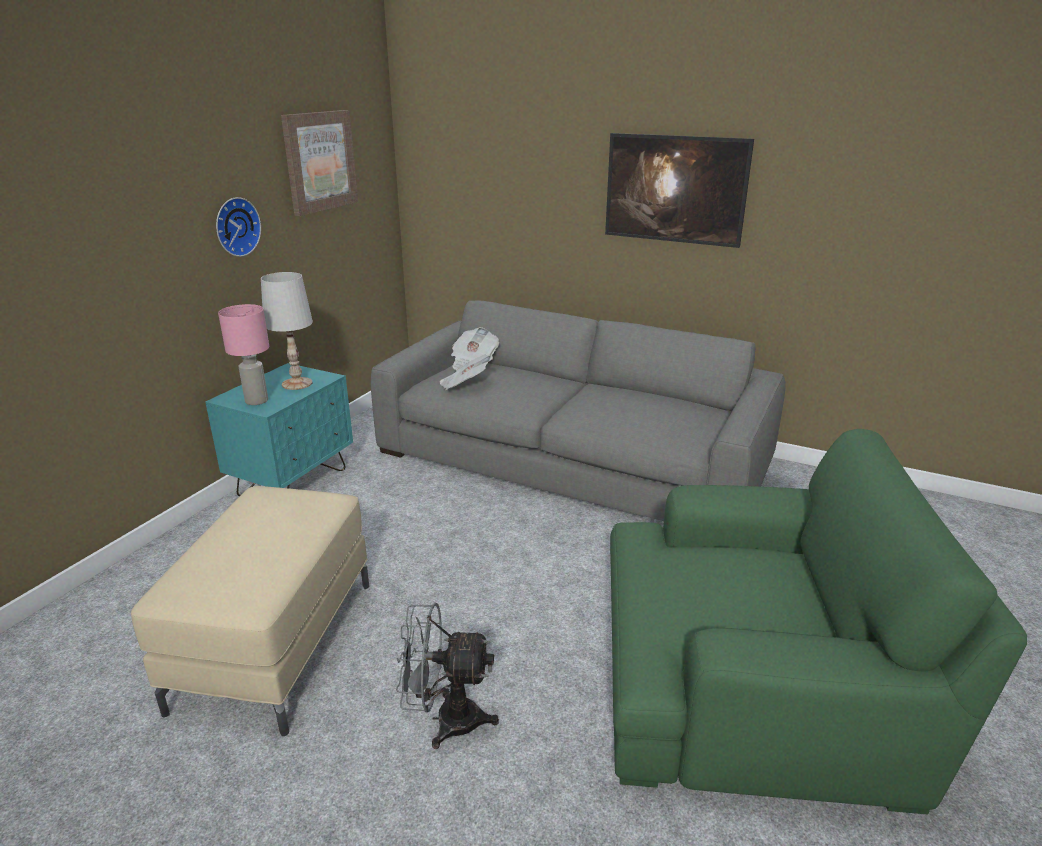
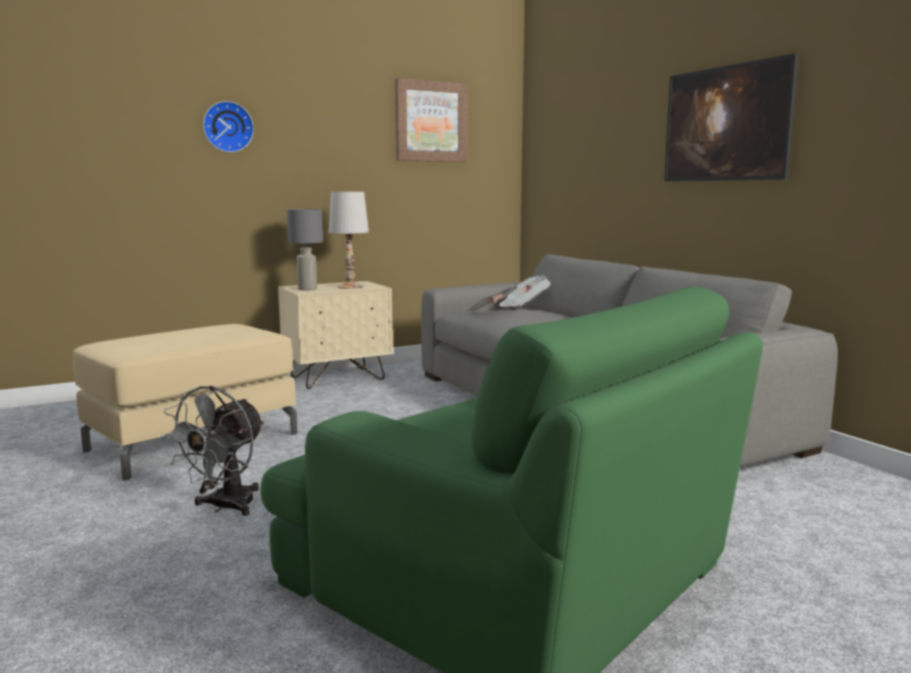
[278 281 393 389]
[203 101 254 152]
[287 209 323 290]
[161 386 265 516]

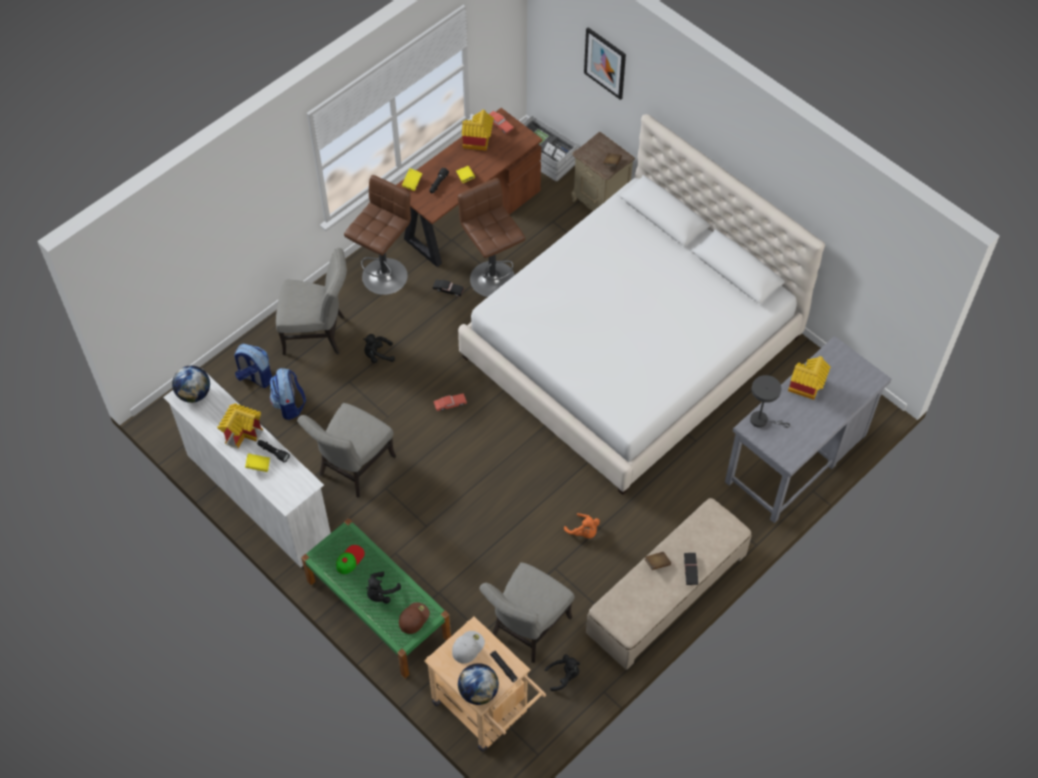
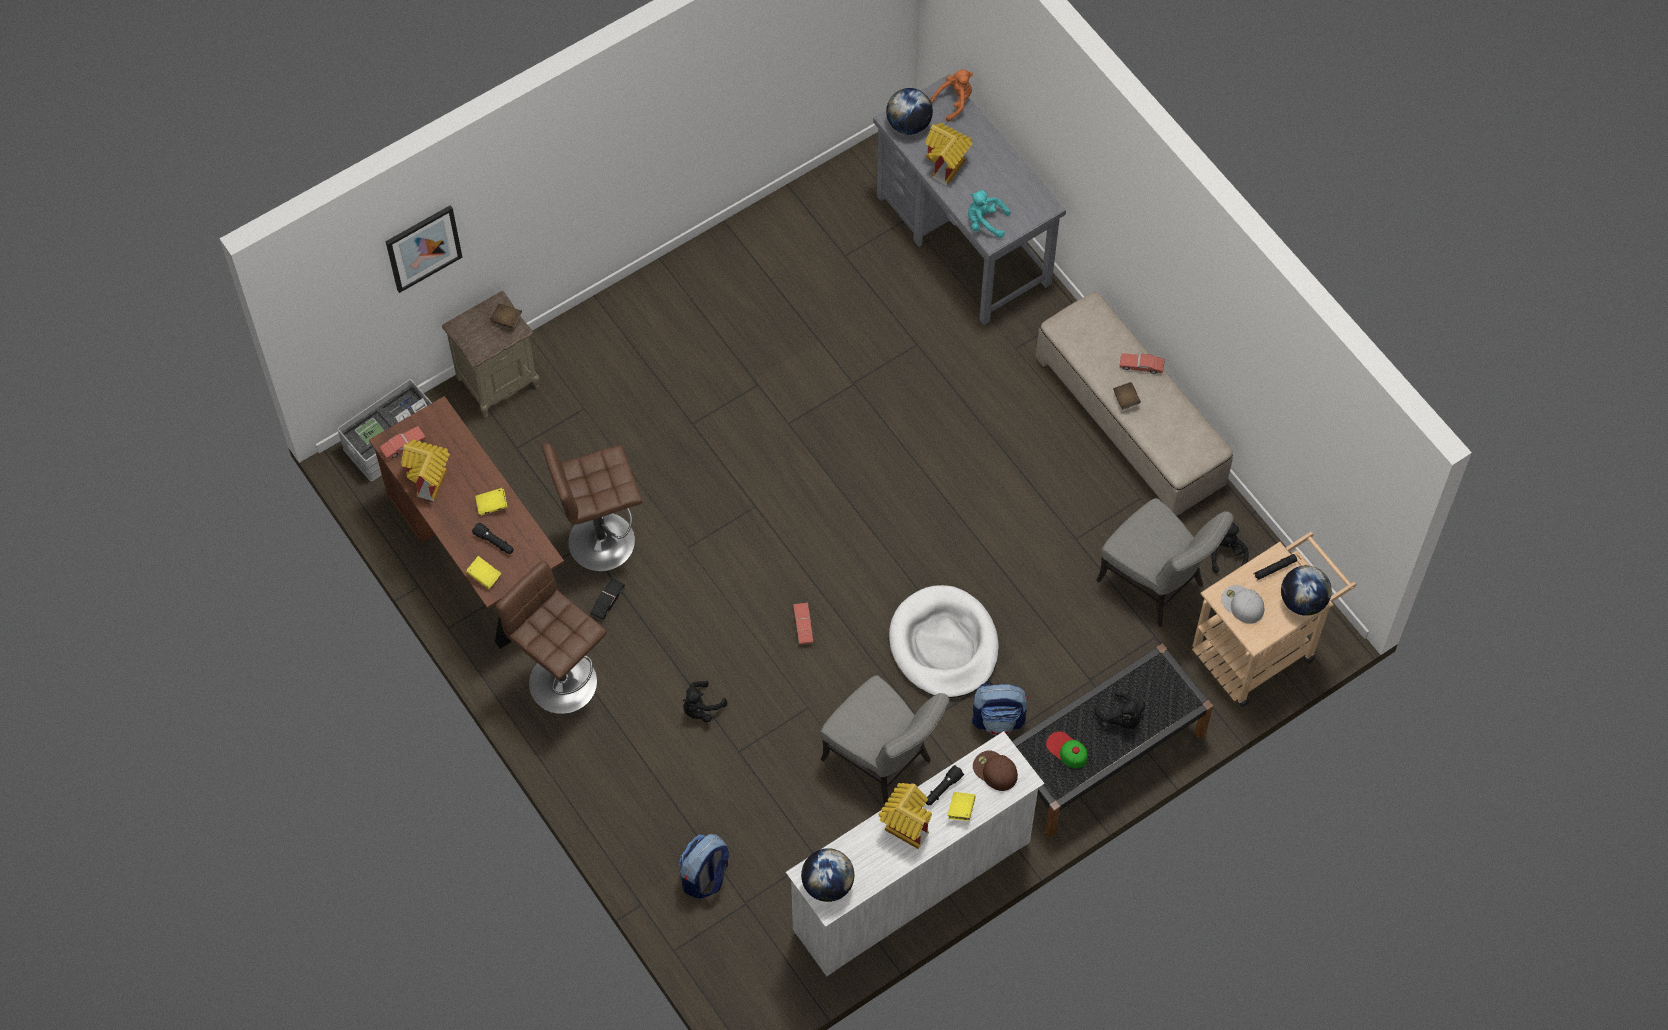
[972 683 1029 735]
[276 248 347 355] (first image)
[1012 643 1213 838]
[683 681 727 723]
[973 750 1018 791]
[458 114 825 495] (first image)
[930 69 973 122]
[1119 353 1165 374]
[968 190 1011 238]
[886 88 933 135]
[889 585 999 698]

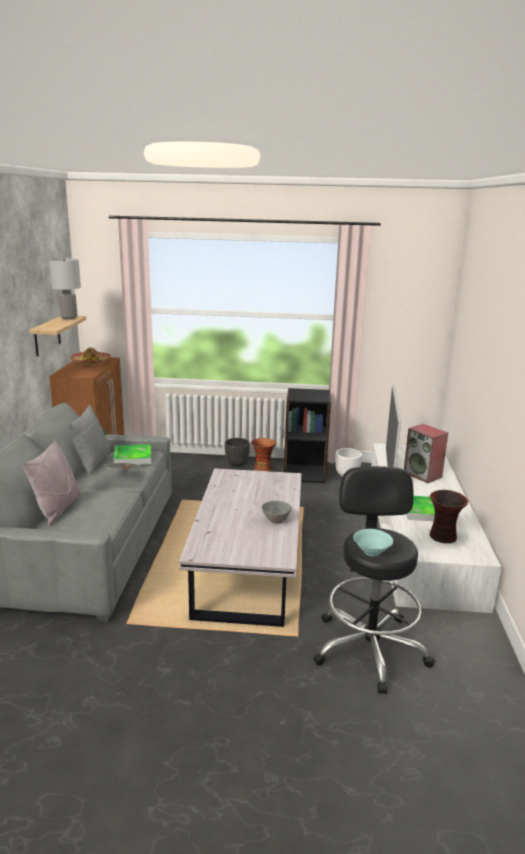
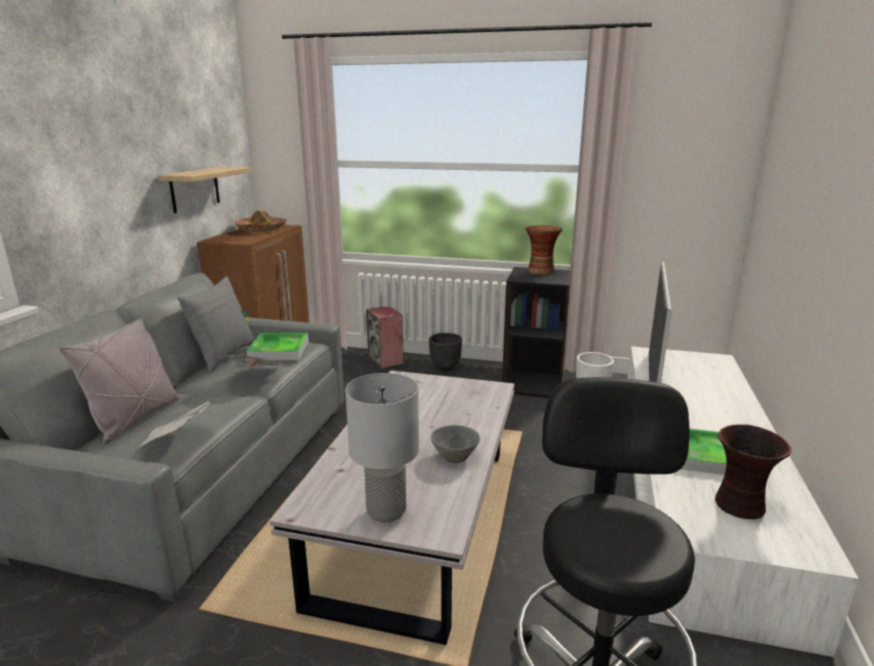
[345 373 419 522]
[525 225 563 275]
[353 529 393 556] (first image)
[366 306 404 369]
[135 401 209 449]

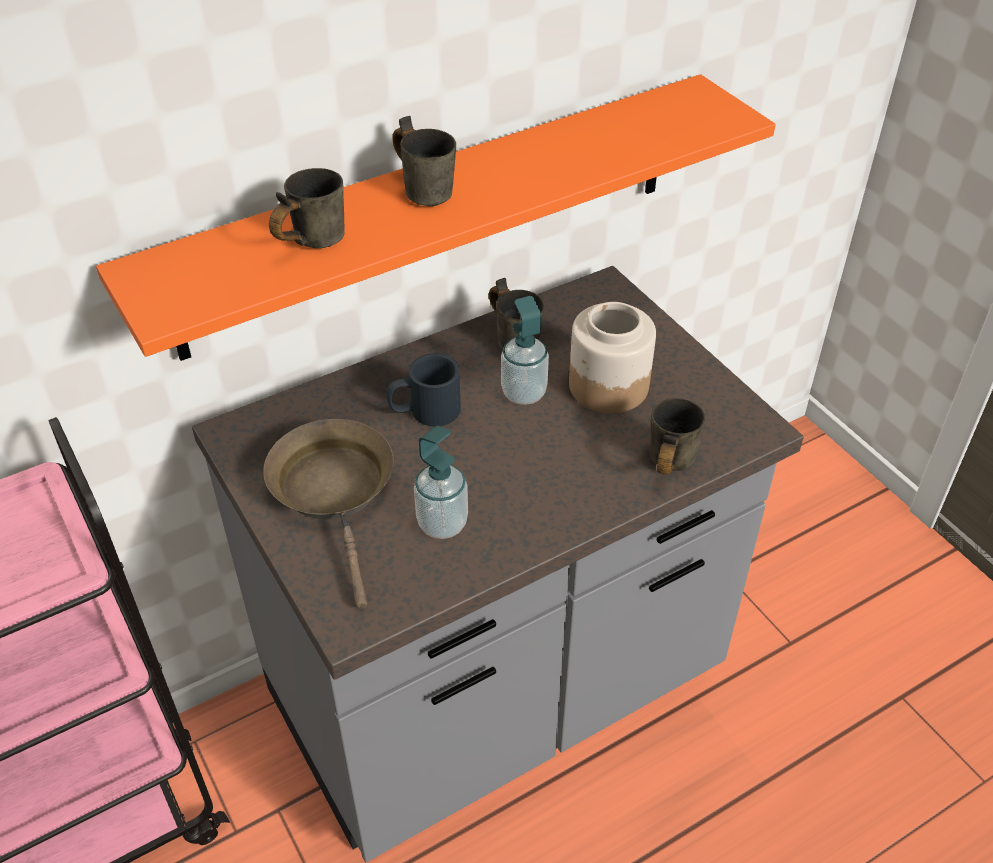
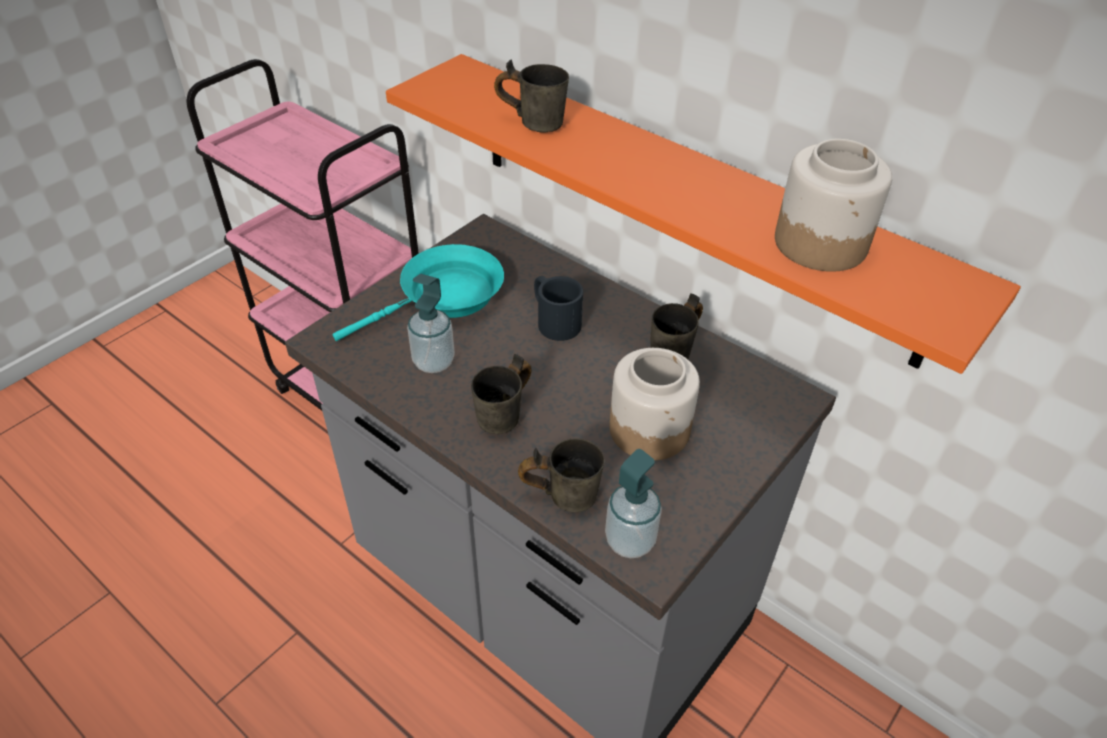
[332 244 504 341]
[471 354 531 434]
[605 449 662 558]
[775 139 892 272]

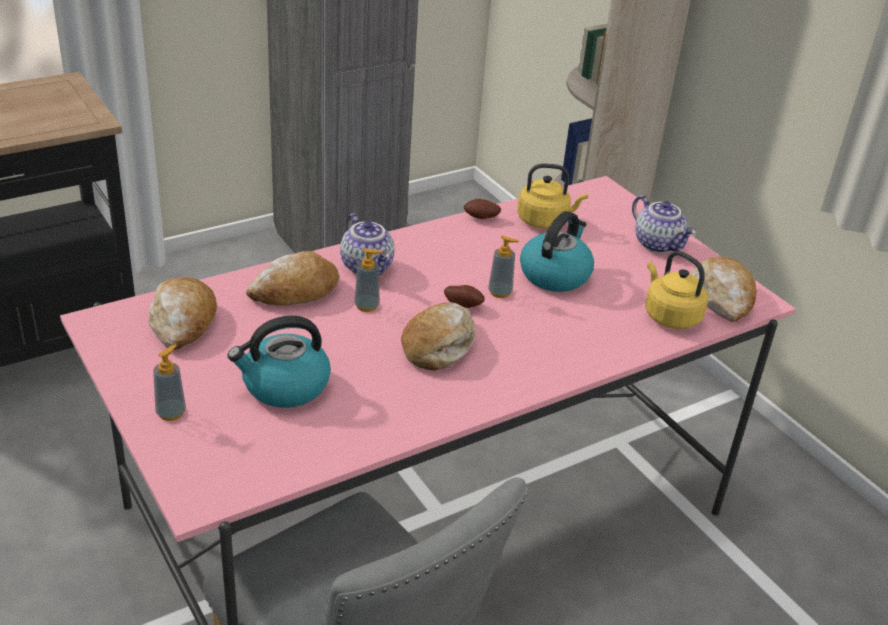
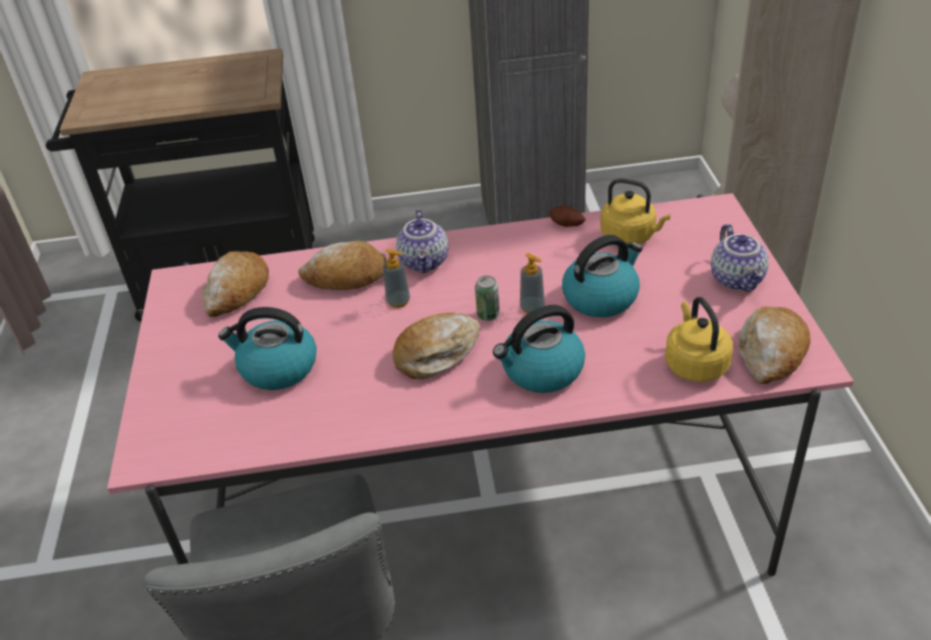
[153 345 186 421] (first image)
[475 276 500 321]
[493 305 585 393]

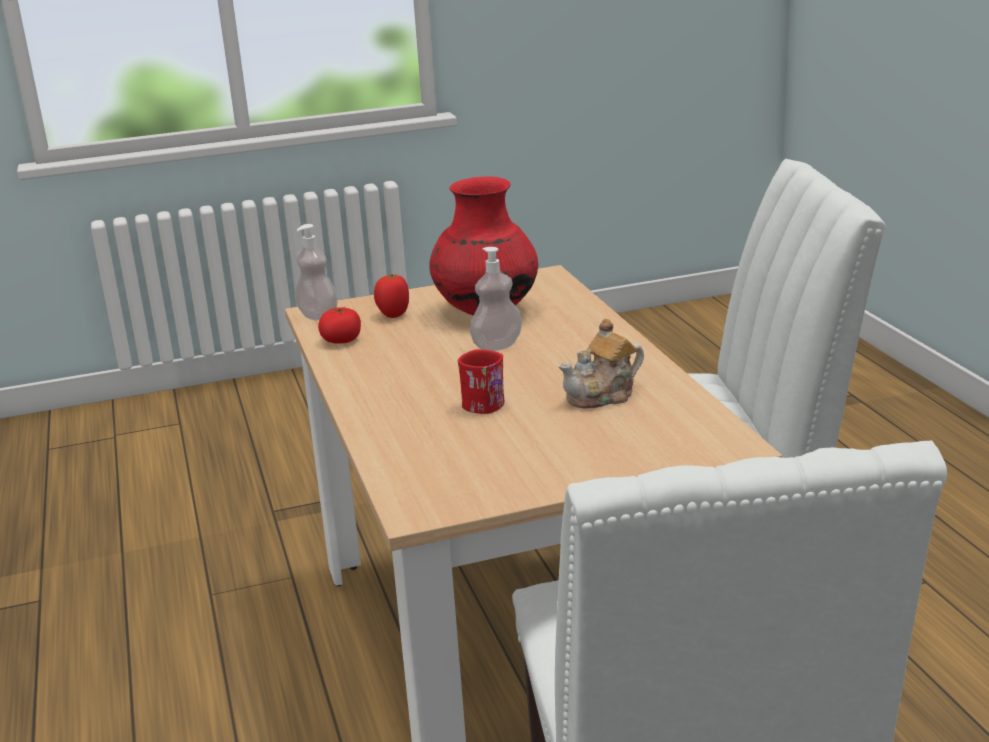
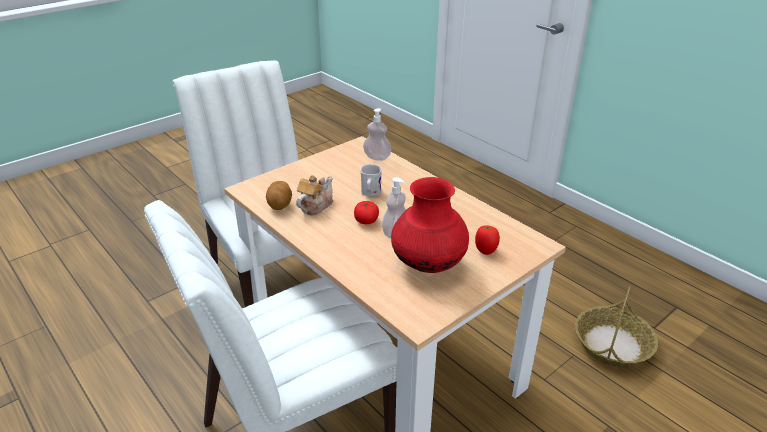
[363 108 392 161]
[354 201 379 224]
[360 164 382 196]
[266 181 292 210]
[575 286 658 367]

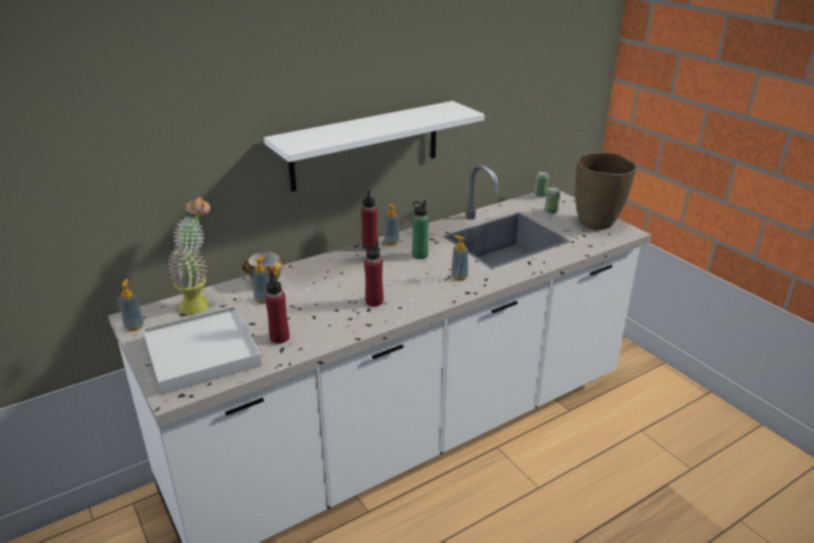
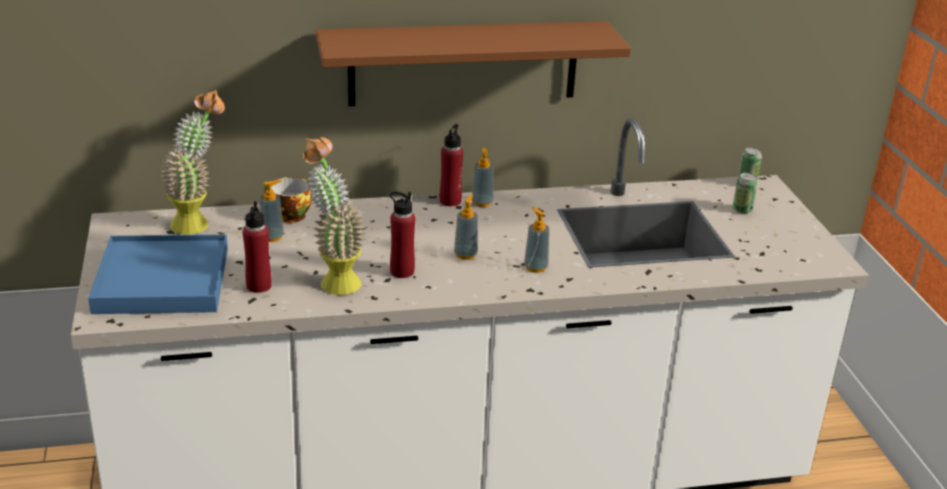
[454 194 478 260]
[88 235 228 314]
[316 21 631 106]
[412 200 429 259] (first image)
[575 152 637 229] (first image)
[303 137 366 295]

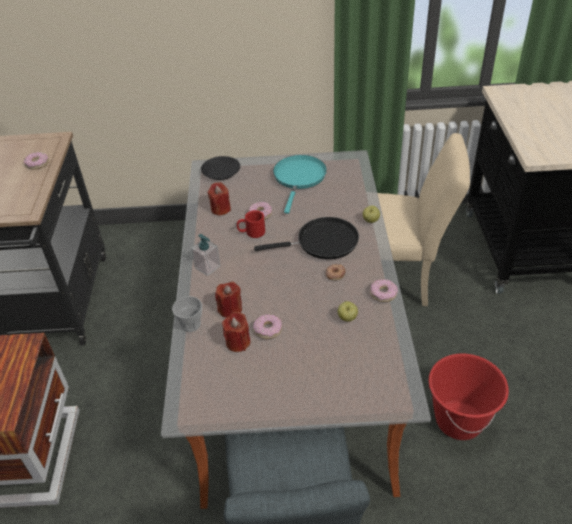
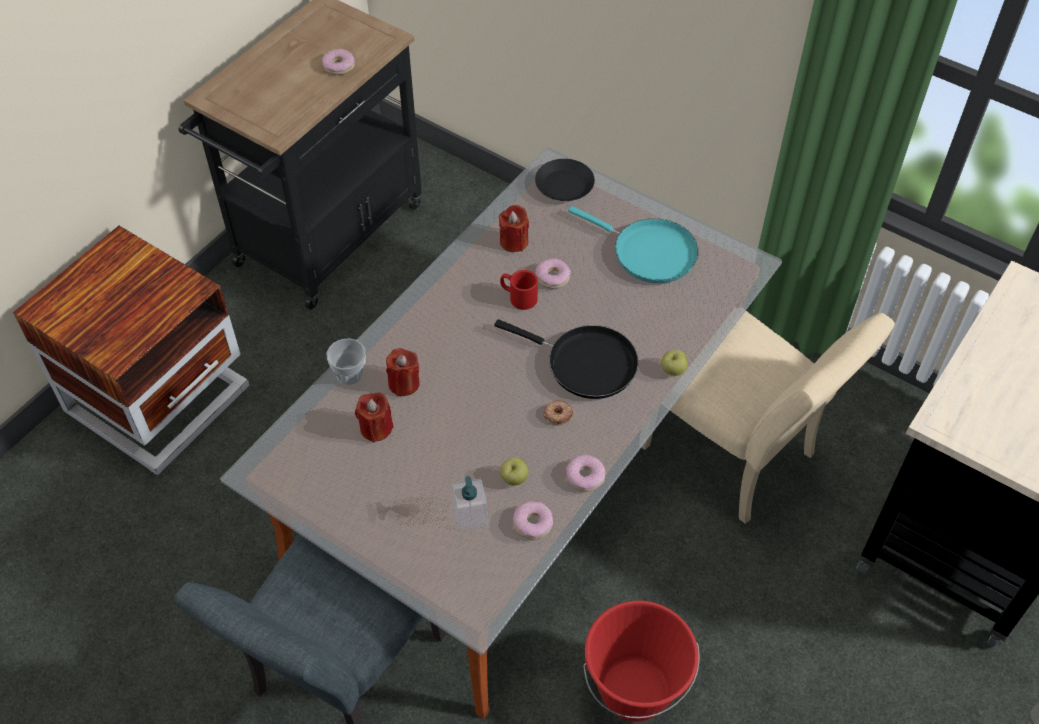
[452 476 488 530]
[513 501 553 539]
[568 206 699 283]

